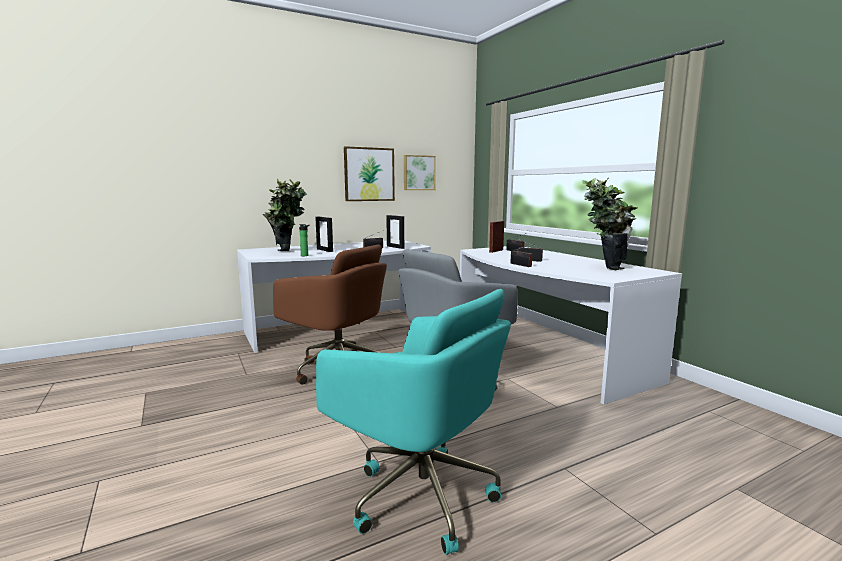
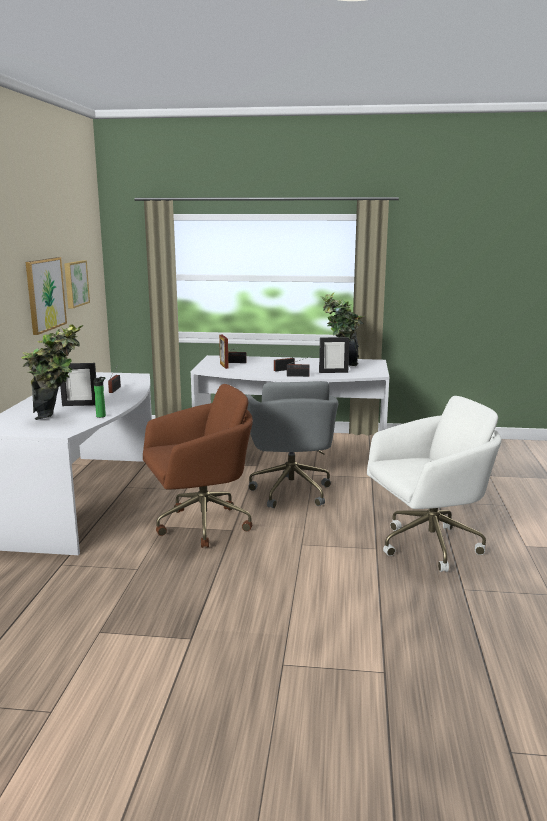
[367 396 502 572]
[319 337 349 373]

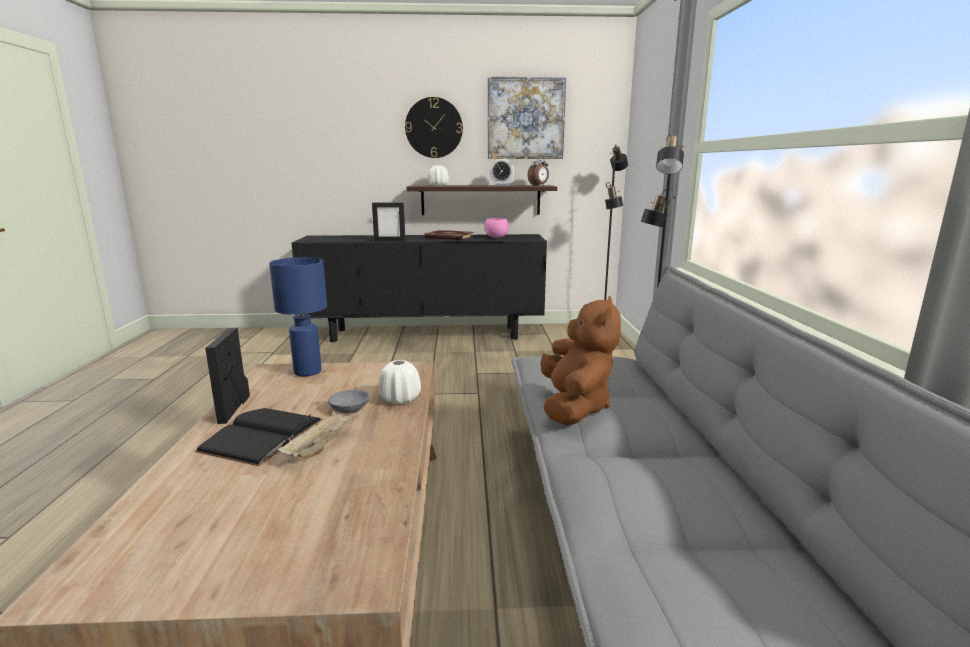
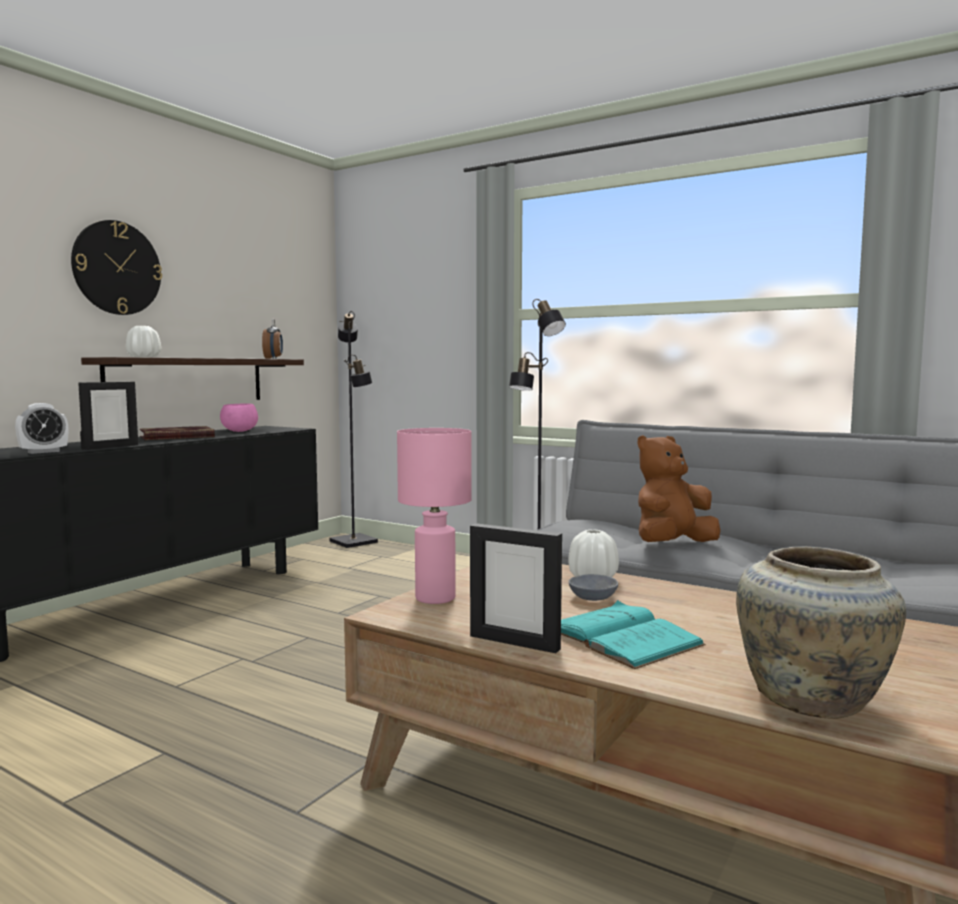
[561 600 706 669]
[397 428 472 604]
[278 412 358 458] (first image)
[488 77 566 159] (first image)
[15 403 68 454]
[638 435 721 542]
[736 546 906 719]

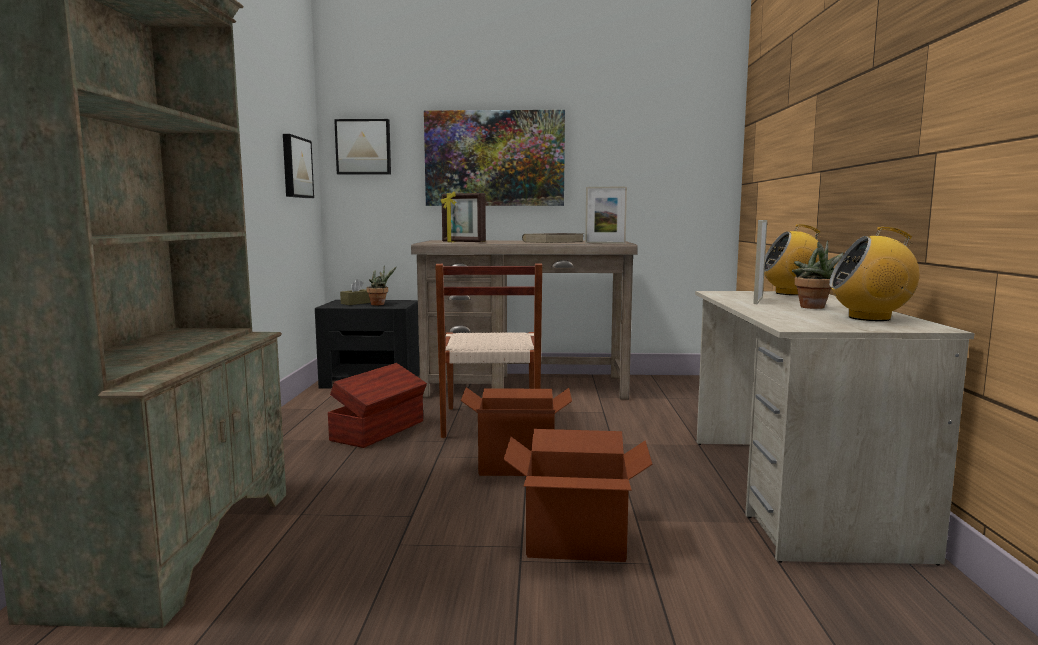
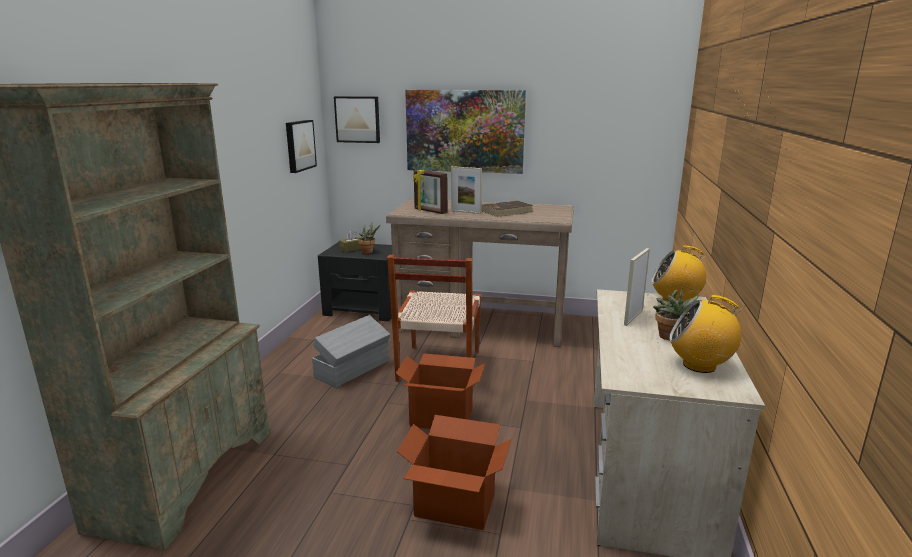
[312 315 390 388]
[451 166 482 214]

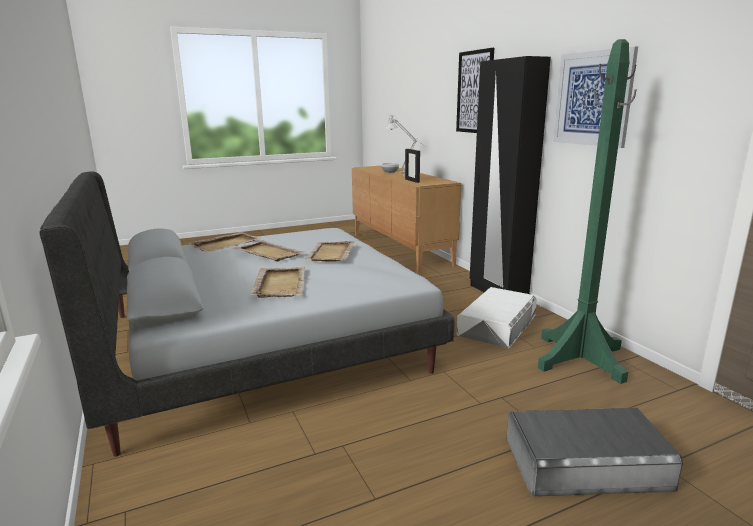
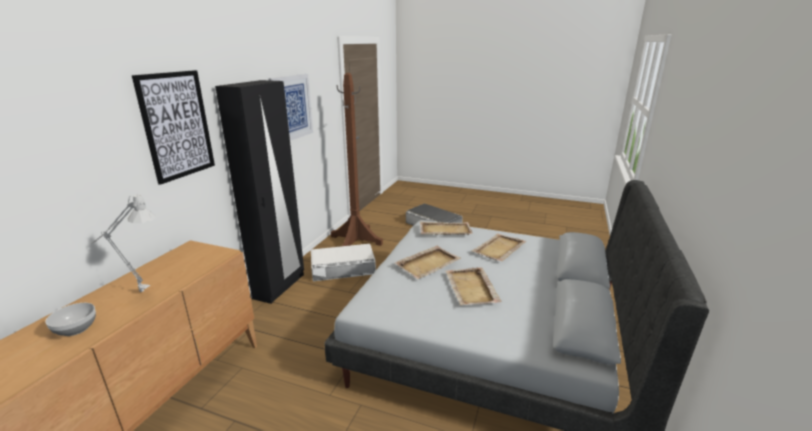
[420 221 473 235]
[405 149 420 183] (first image)
[331 73 383 246]

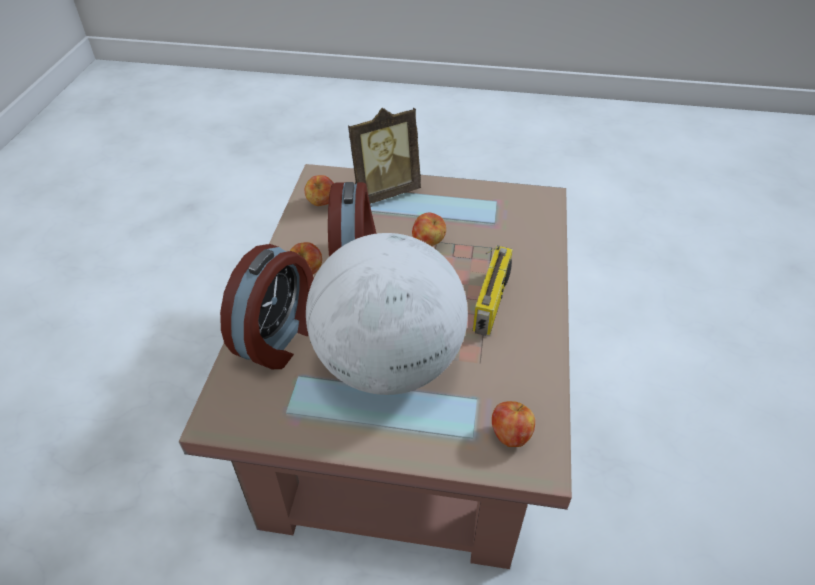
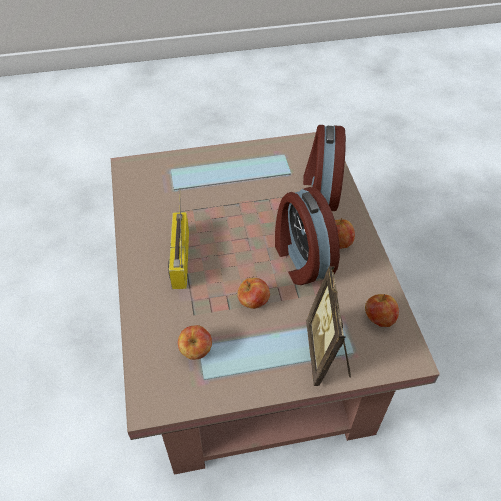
[306 233 468 395] (first image)
[306 266 351 386]
[178 325 212 360]

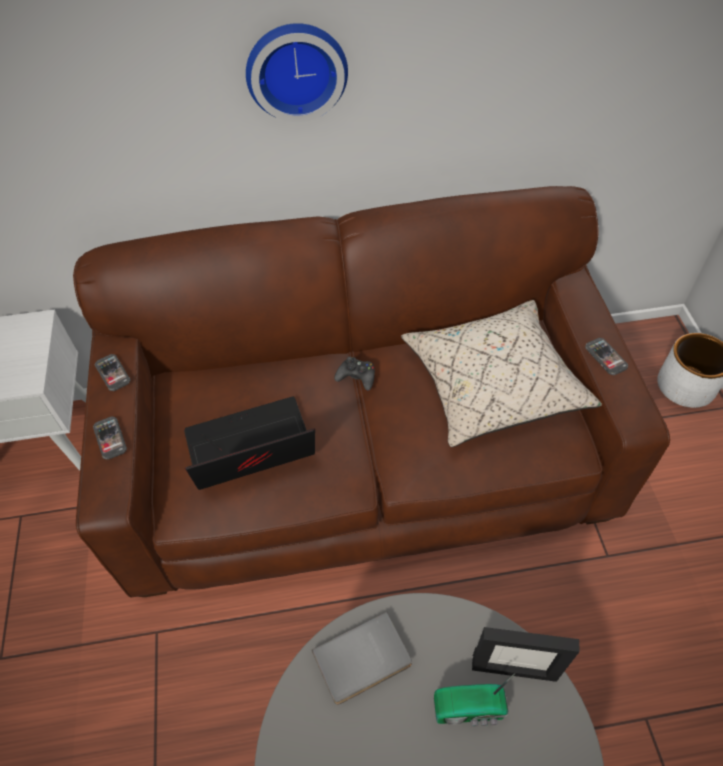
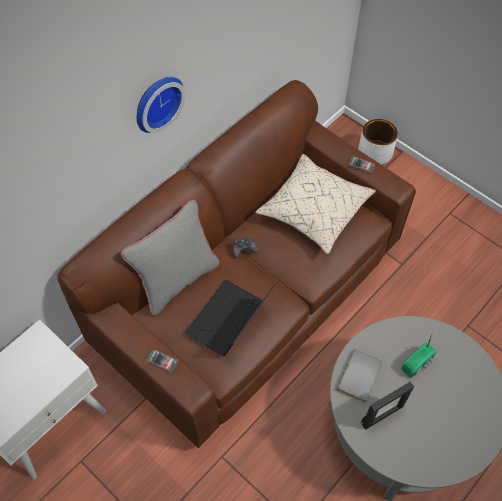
[95 354 131 391] (first image)
[361 382 414 430]
[121 200 219 315]

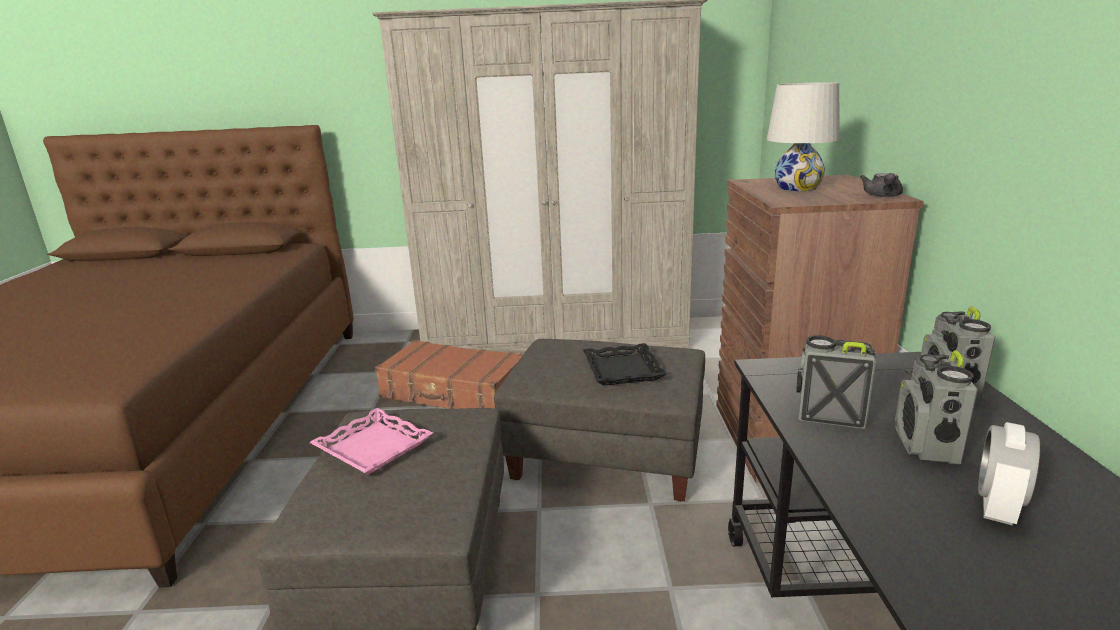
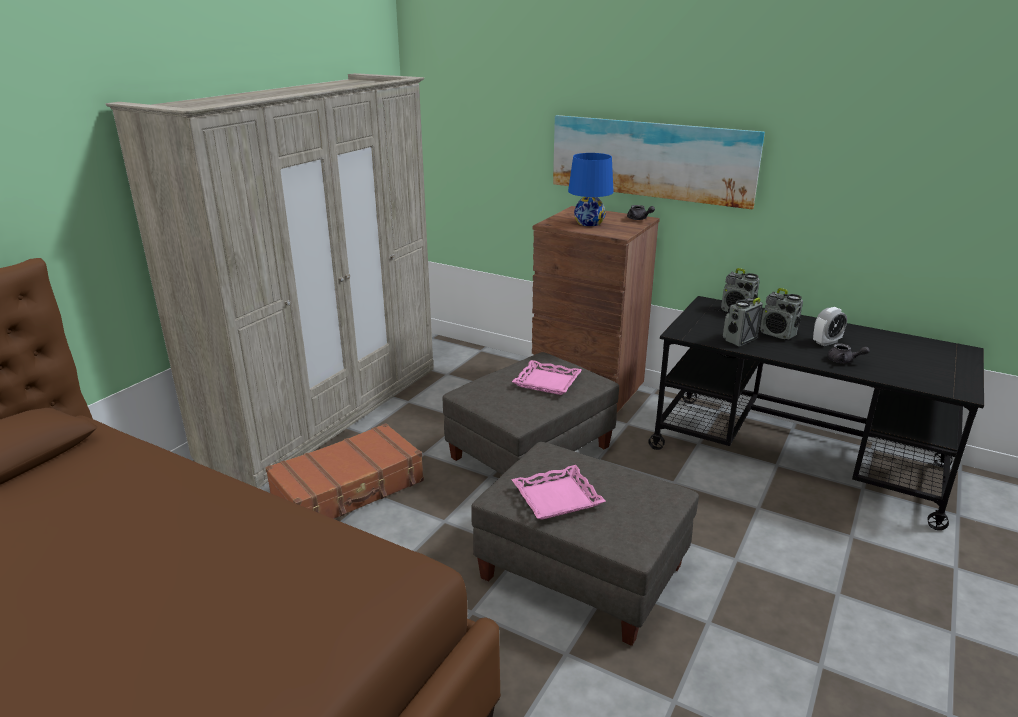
[512 360 582 395]
[568 153 614 226]
[813 307 847 346]
[553 115 765 209]
[827 343 870 363]

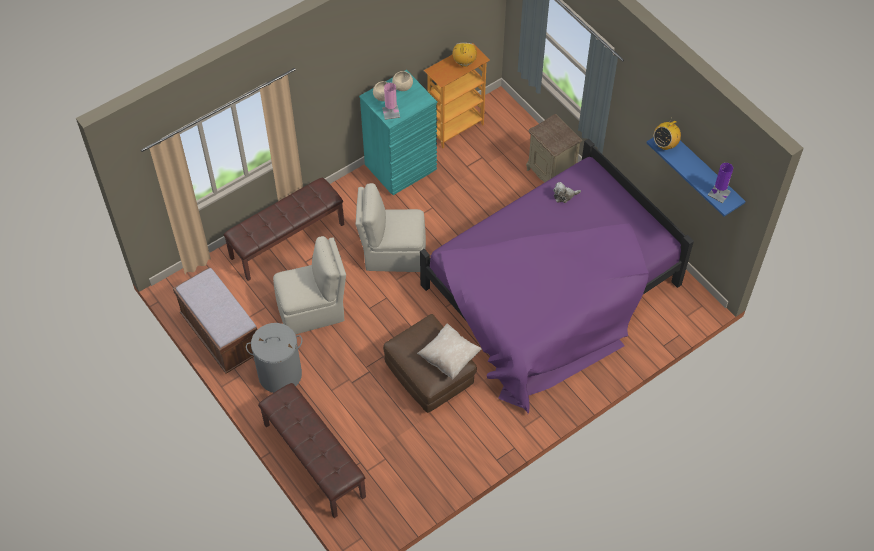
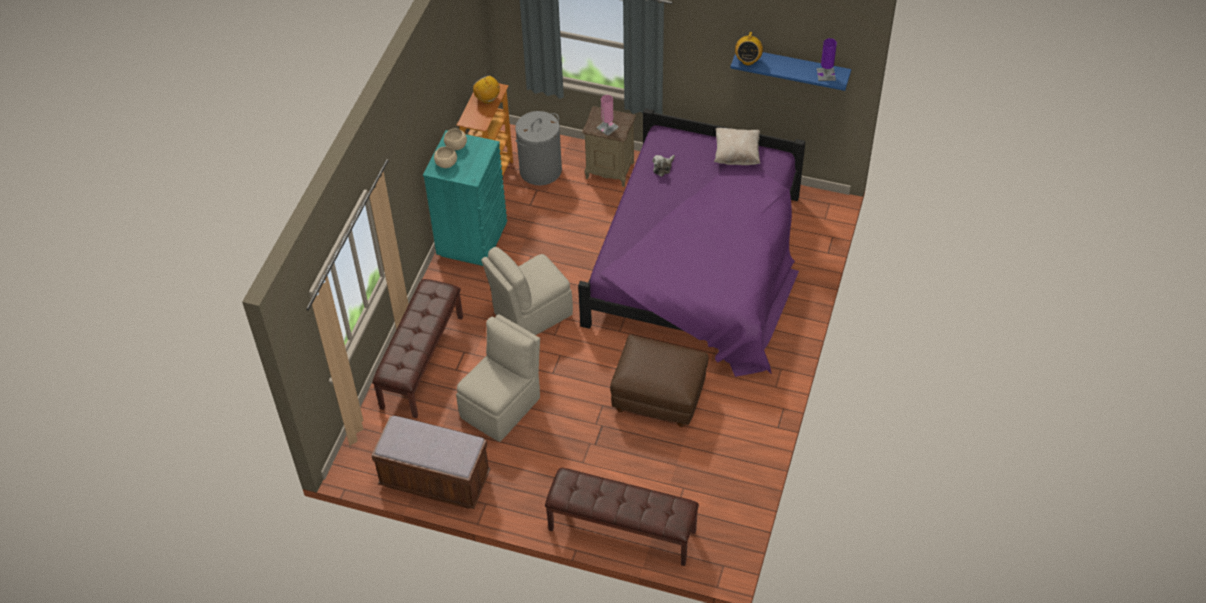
[515 111 562 186]
[596 95 619 136]
[714 128 760 165]

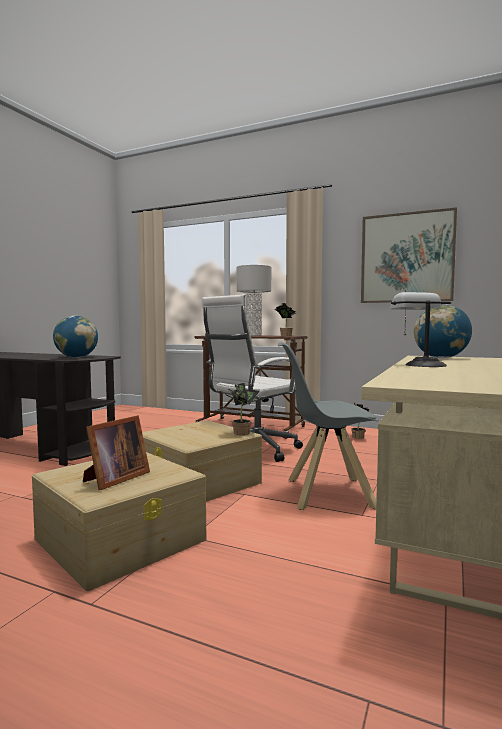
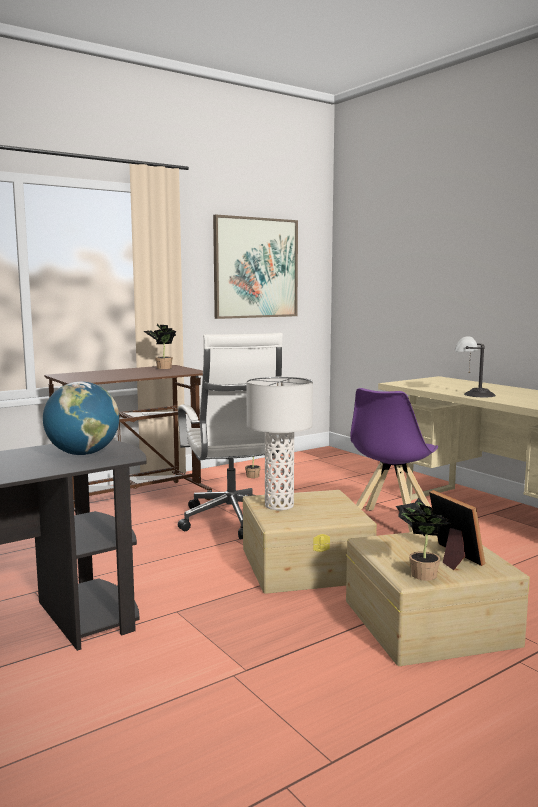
[396 498 450 581]
[246 377 313 510]
[350 388 438 532]
[414 304 472 358] (first image)

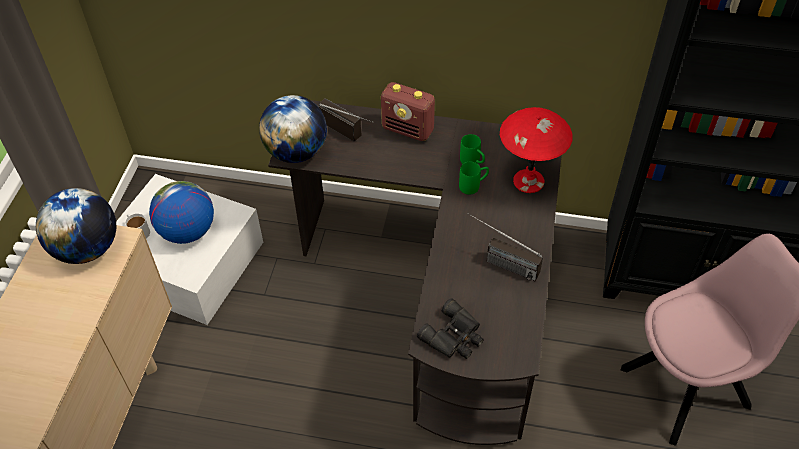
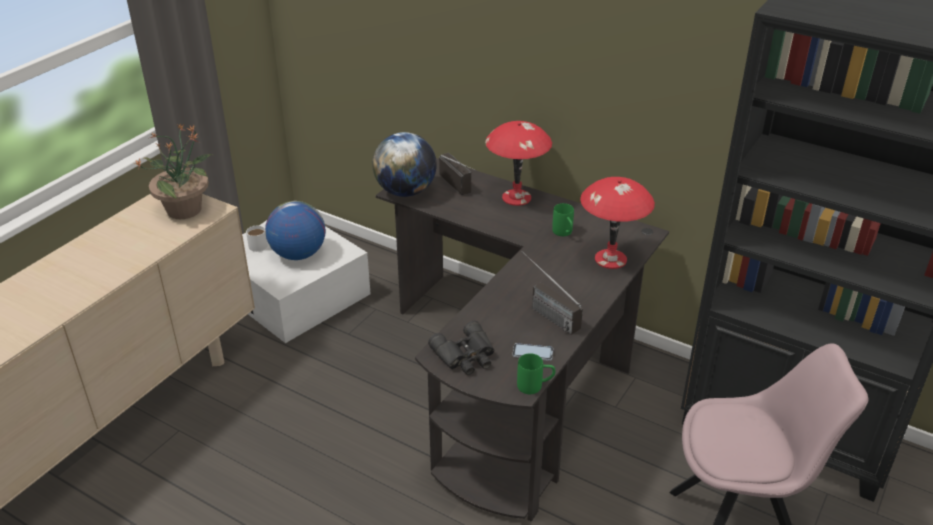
[134 124 212 219]
[485 121 552 206]
[517 353 555 394]
[512 343 553 361]

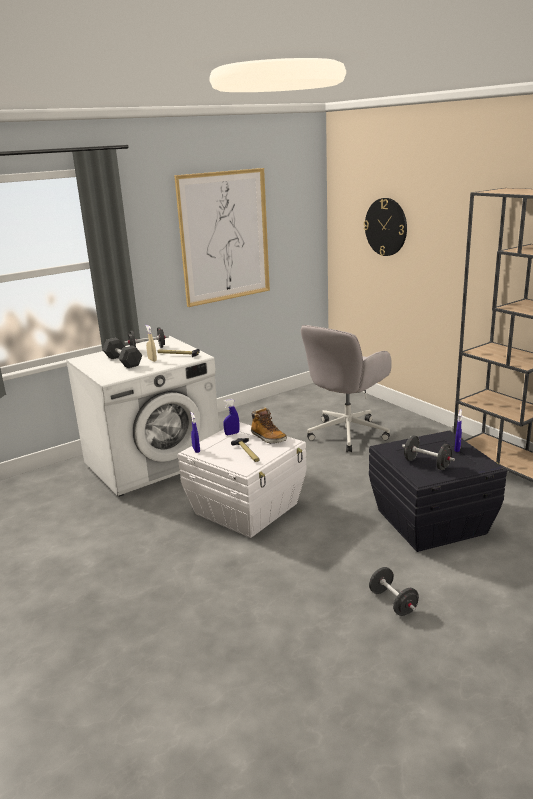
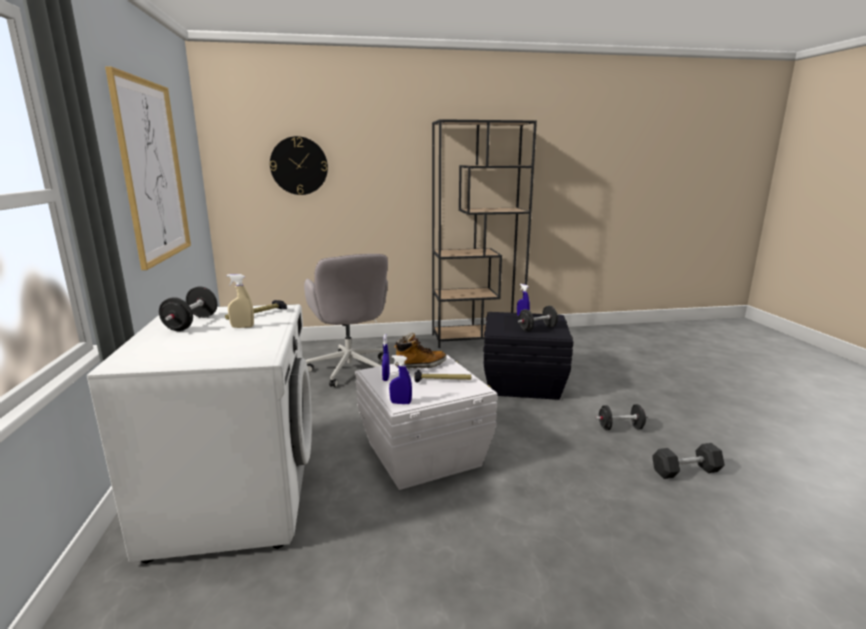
[652 443 725 479]

